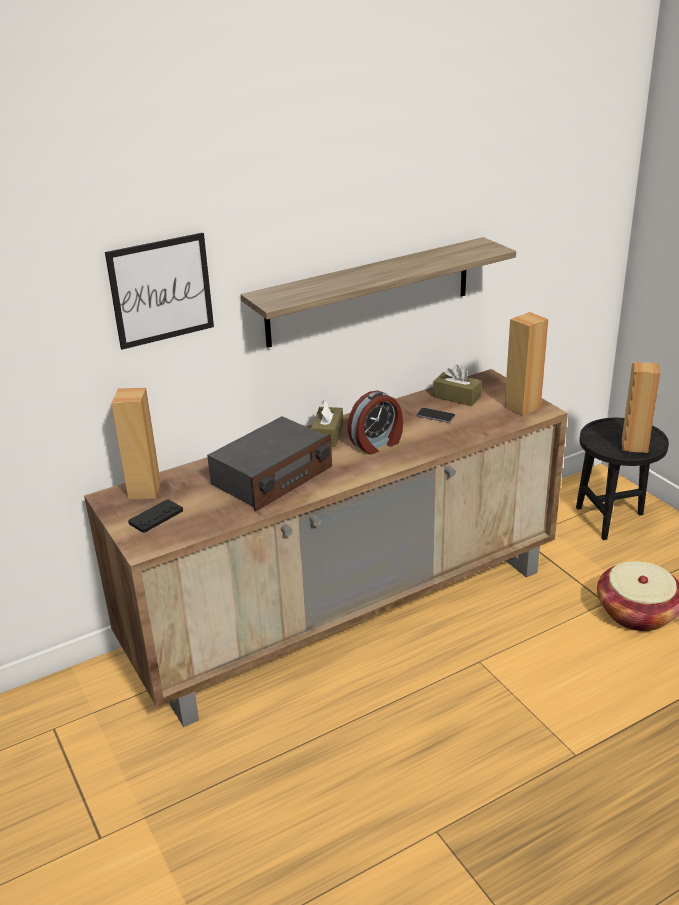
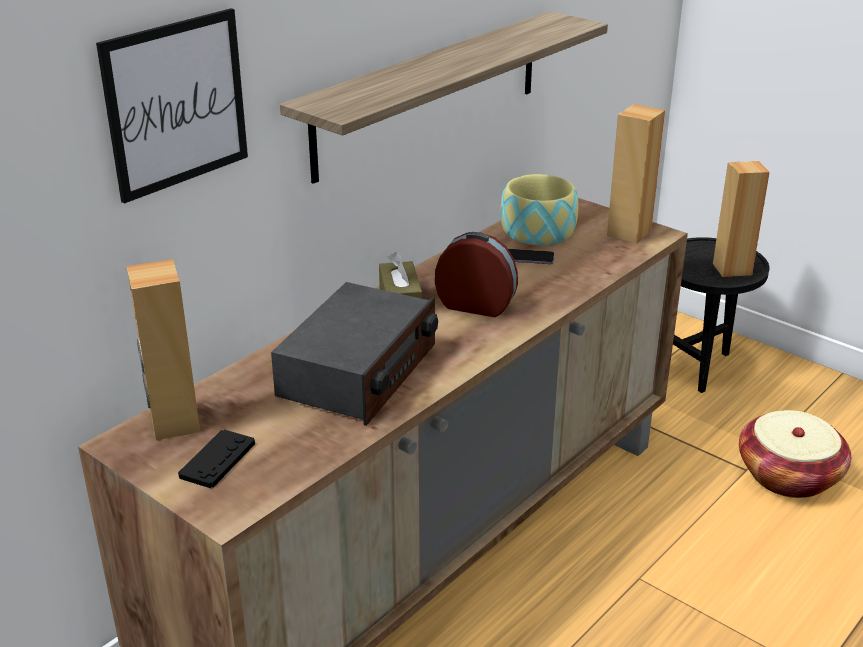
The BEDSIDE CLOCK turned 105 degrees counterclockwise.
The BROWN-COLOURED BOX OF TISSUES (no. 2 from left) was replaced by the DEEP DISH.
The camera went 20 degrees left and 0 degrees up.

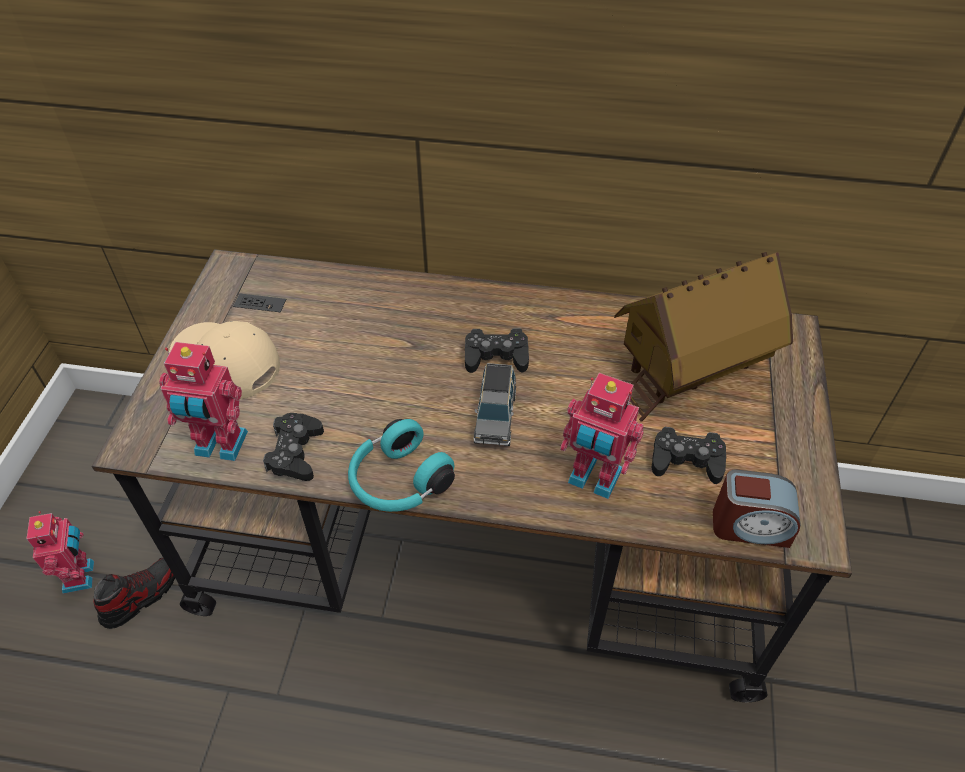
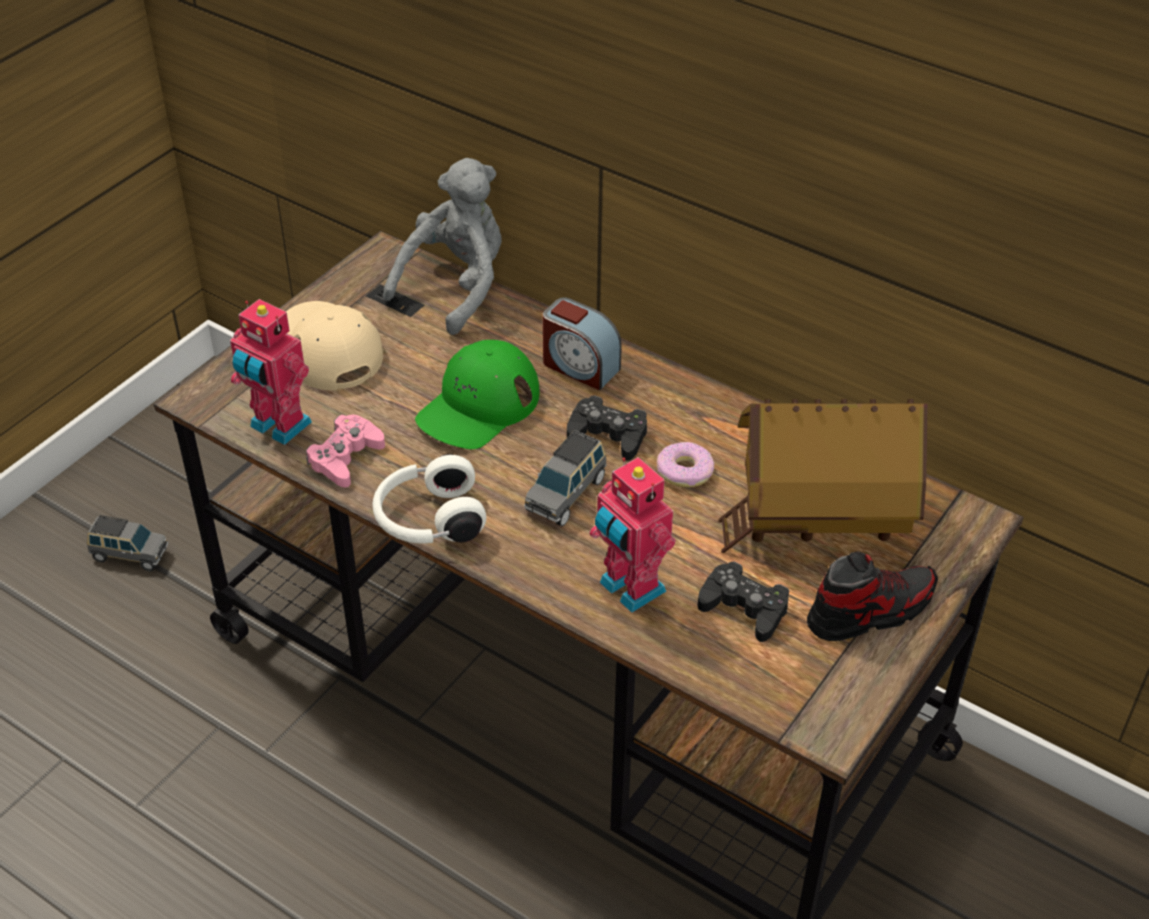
The ROBOT FIGURE (no. 1 from left) was replaced by the GREY MODEL CAR (no. 1 from left).
The BLACK-COLOURED GAME CONTROLLER (no. 1 from left) became the PINKISH GAME CONTROLLER.
The TURQUOISE HEADPHONES became the WHITE-COLOURED HEADPHONES.
The GREY CUDDLY TOY appeared.
The GREEN-COLOURED BASEBALL CAP appeared.
The BEDSIDE CLOCK moved.
The RING DOUGHNUT appeared.
The LOW SHOE moved.
The camera went 25 degrees right and 5 degrees down.

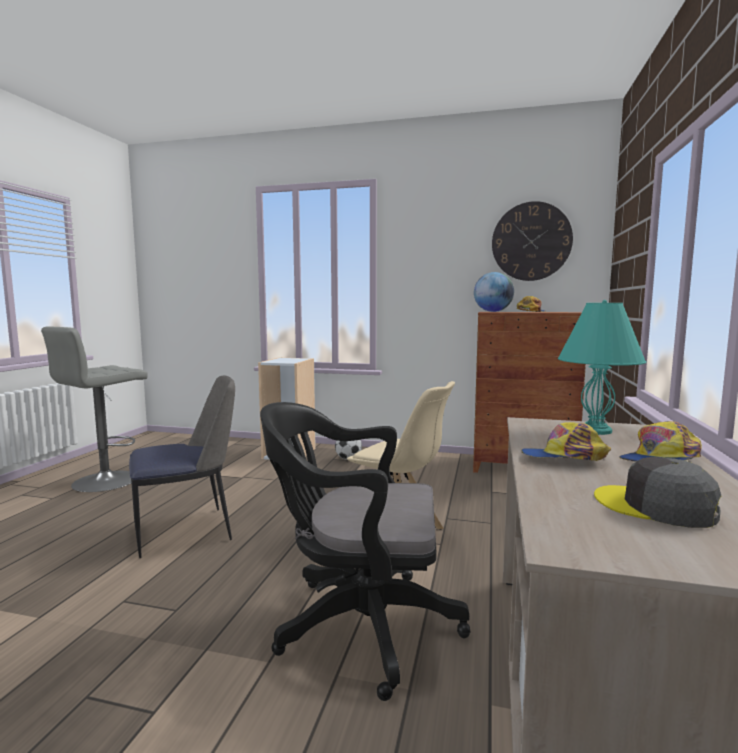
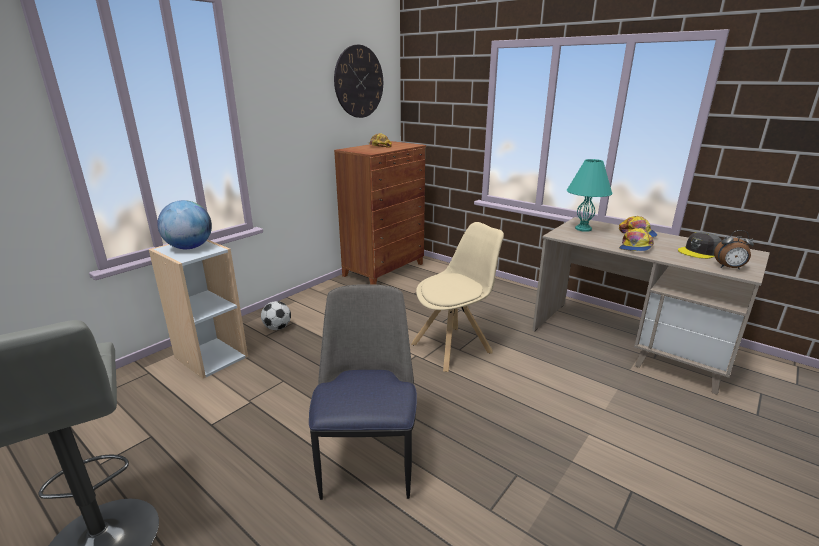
The GLOBE moved.
The BEDSIDE CLOCK appeared.
The BLACK-COLOURED OFFICE CHAIR disappeared.
The camera went 65 degrees left and 15 degrees up.

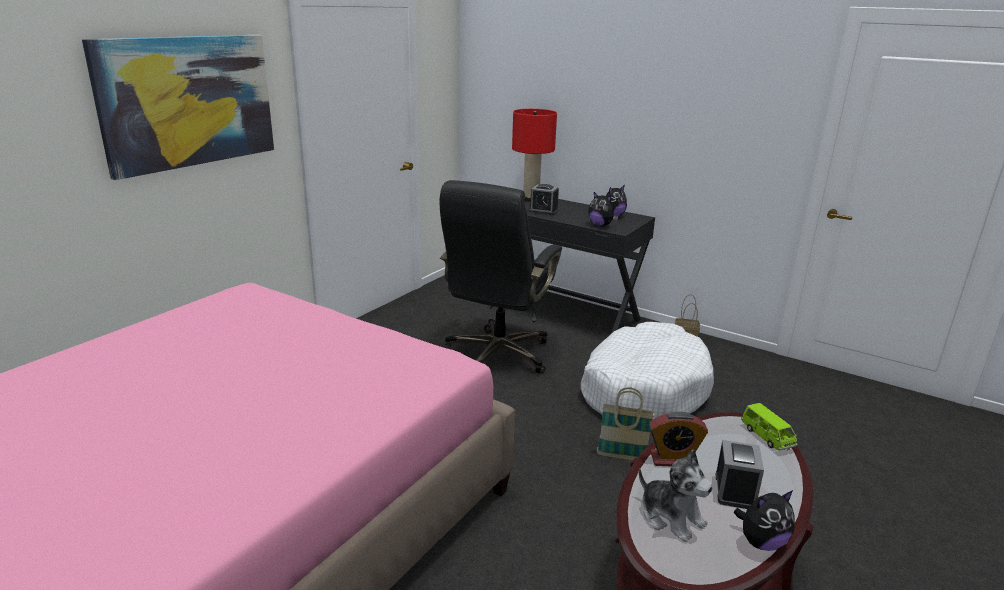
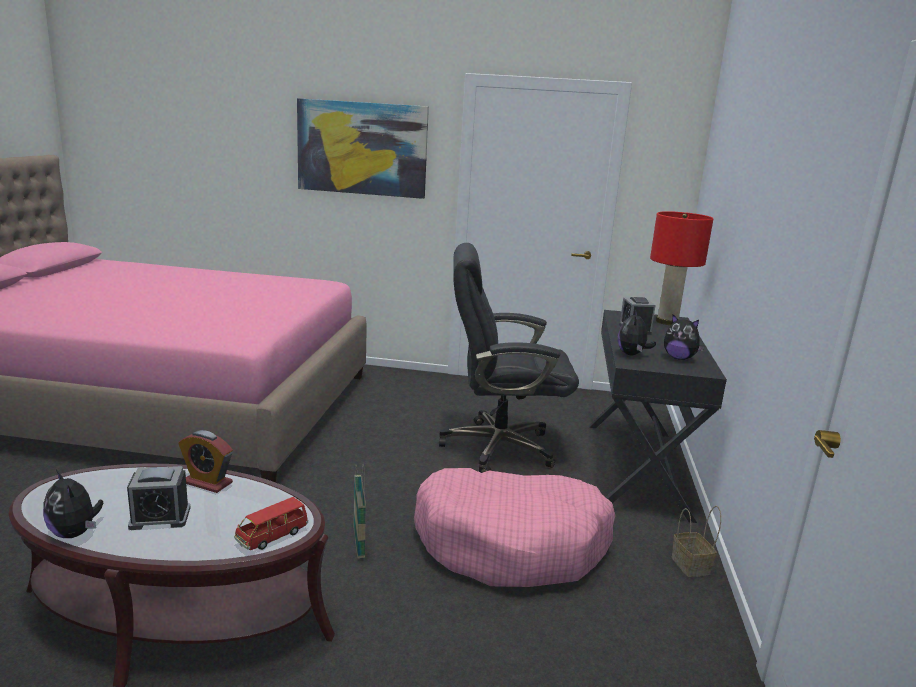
The BEDSIDE CLOCK (no. 2 from left) turned 45 degrees counterclockwise.
The GREEN-COLOURED MODEL CAR became the REDDISH MODEL CAR.
The WHITE-COLOURED PET BED became the PINKISH PET BED.
The CUDDLY TOY (no. 3 from left) disappeared.
The camera went 65 degrees right and 5 degrees down.

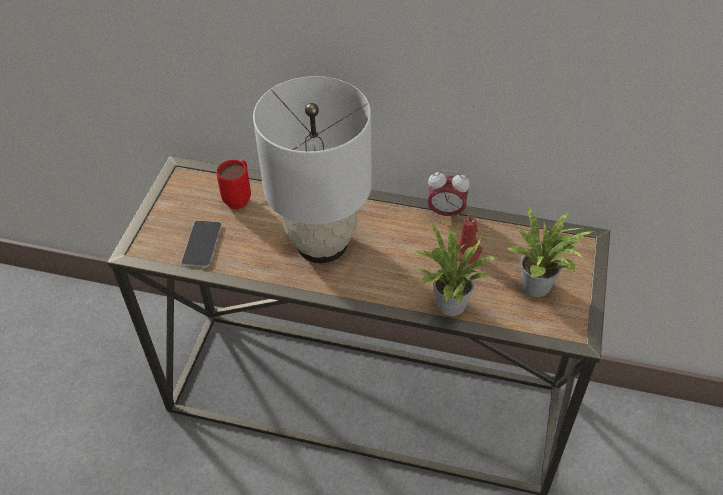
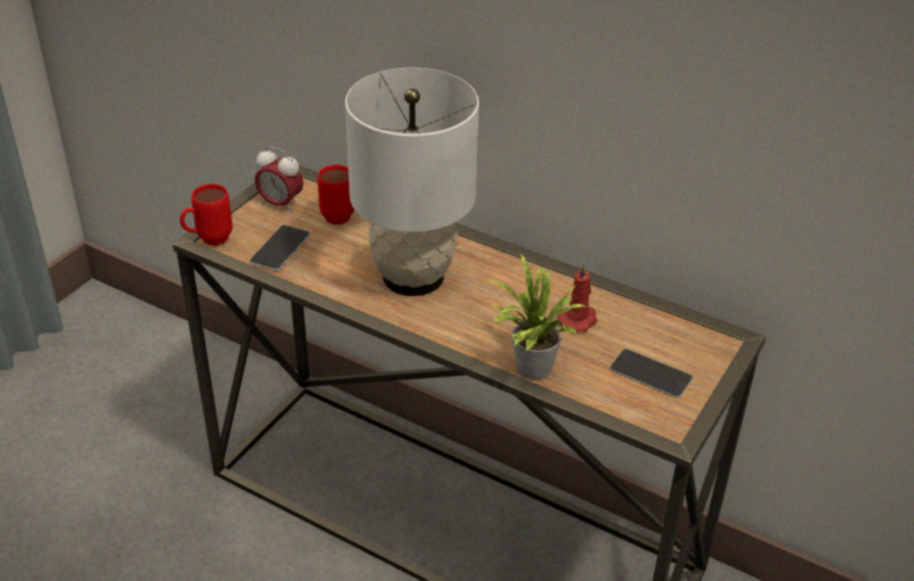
The REDDISH COFFEE MUG (no. 1 from left) appeared.
The BEDSIDE CLOCK moved.
The PLANT IN A POT (no. 2 from left) was replaced by the PHONE (no. 2 from left).
The camera went 15 degrees right and 10 degrees down.

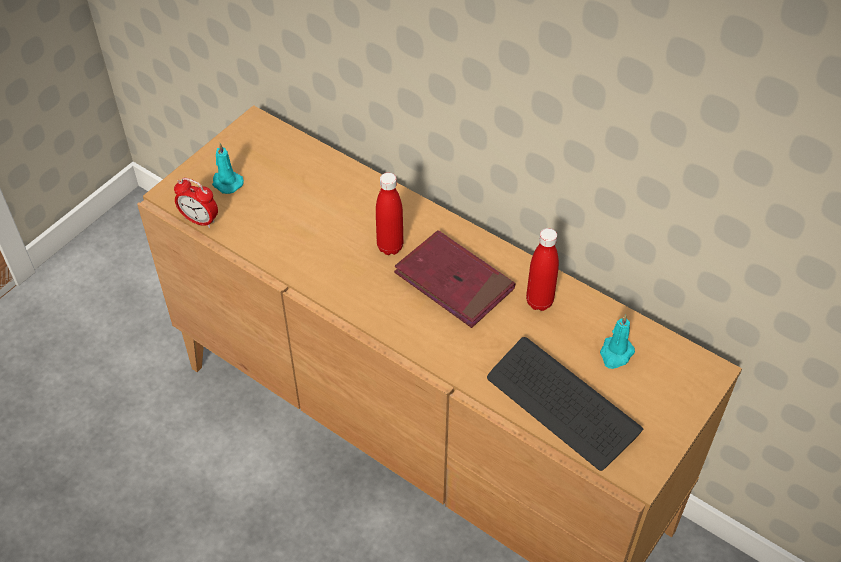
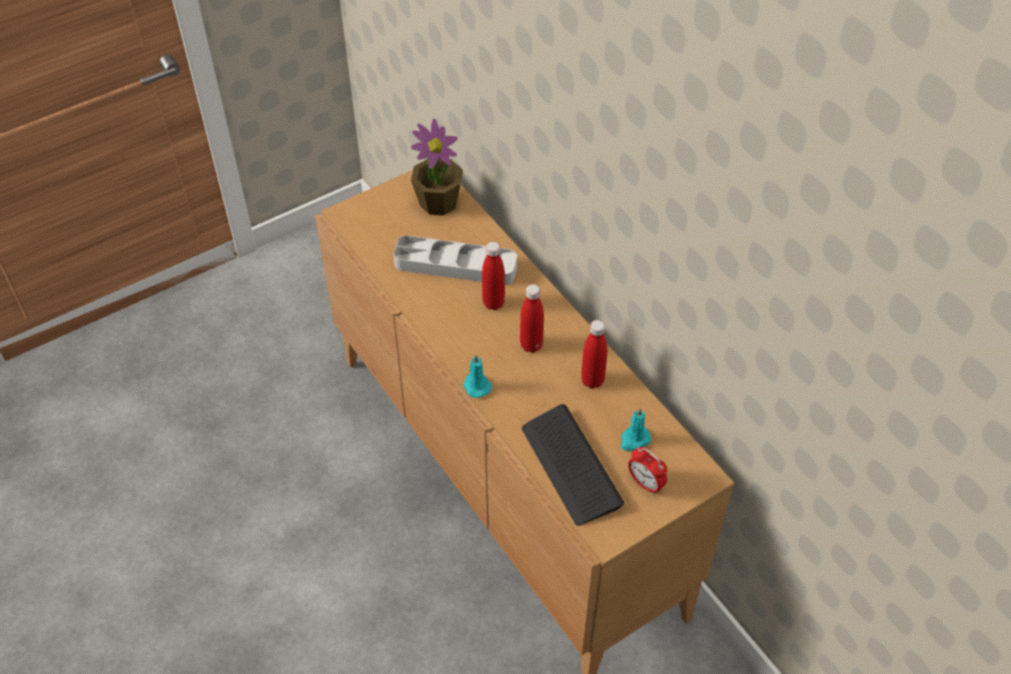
The GREY CARRYING TRAY appeared.
The PLANT IN A POT appeared.
The TURQUOISE CANDLE (no. 1 from left) moved.
The REDDISH VOLUME was replaced by the REDDISH DRINK BOTTLE (no. 2 from left).
The BEDSIDE CLOCK moved.
The camera went 20 degrees right and 0 degrees up.

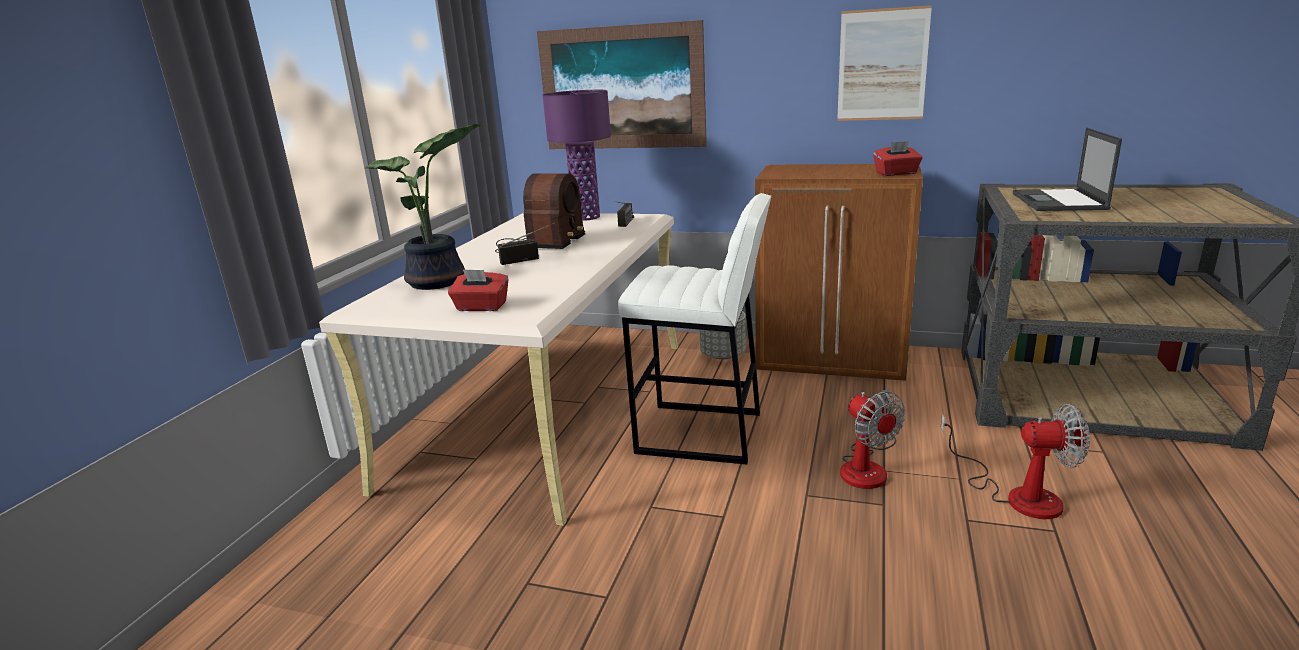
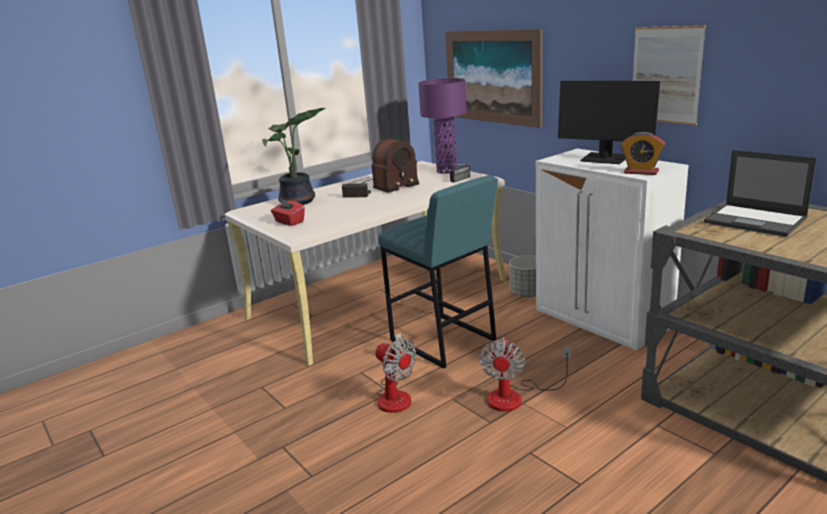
The FAN (no. 2 from left in the first image) moved.
The WHITE-COLOURED STOOL became the TURQUOISE STOOL.
The BROWN-COLOURED CUPBOARD became the WHITE-COLOURED CUPBOARD.
The COMPUTER SCREEN appeared.
The REDDISH BOX OF TISSUES (no. 2 from left) was replaced by the BEDSIDE CLOCK.
The LAPTOP turned 90 degrees counterclockwise.
The camera went 35 degrees right and 0 degrees up.

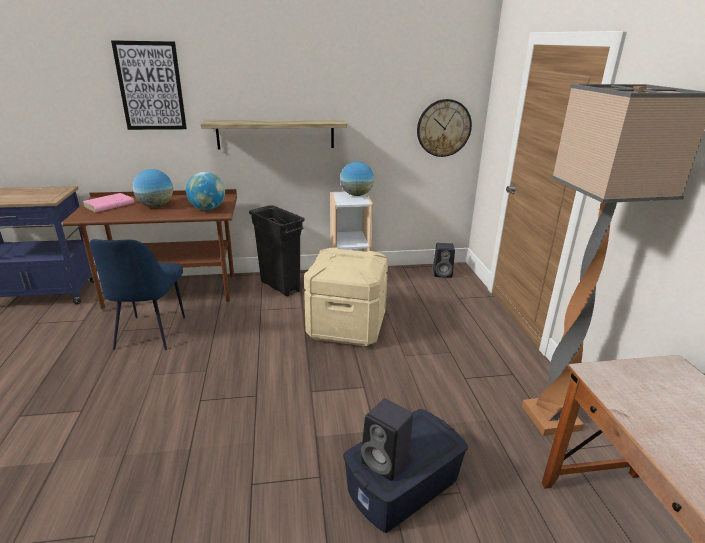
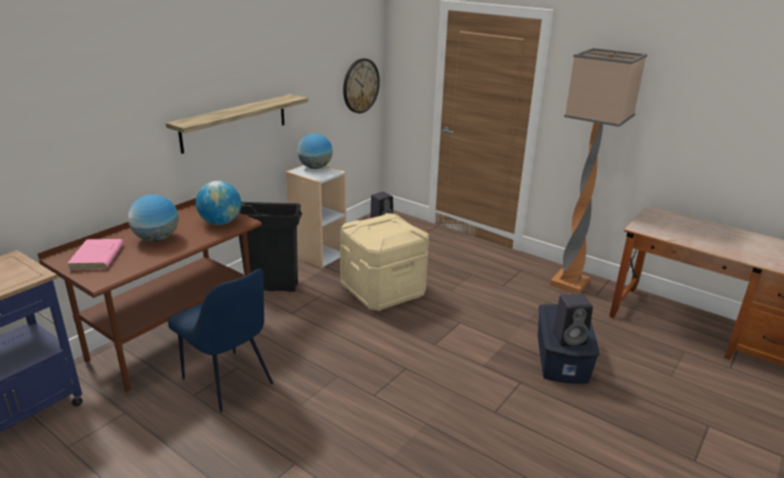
The WALL ART disappeared.
The camera went 45 degrees left and 0 degrees up.

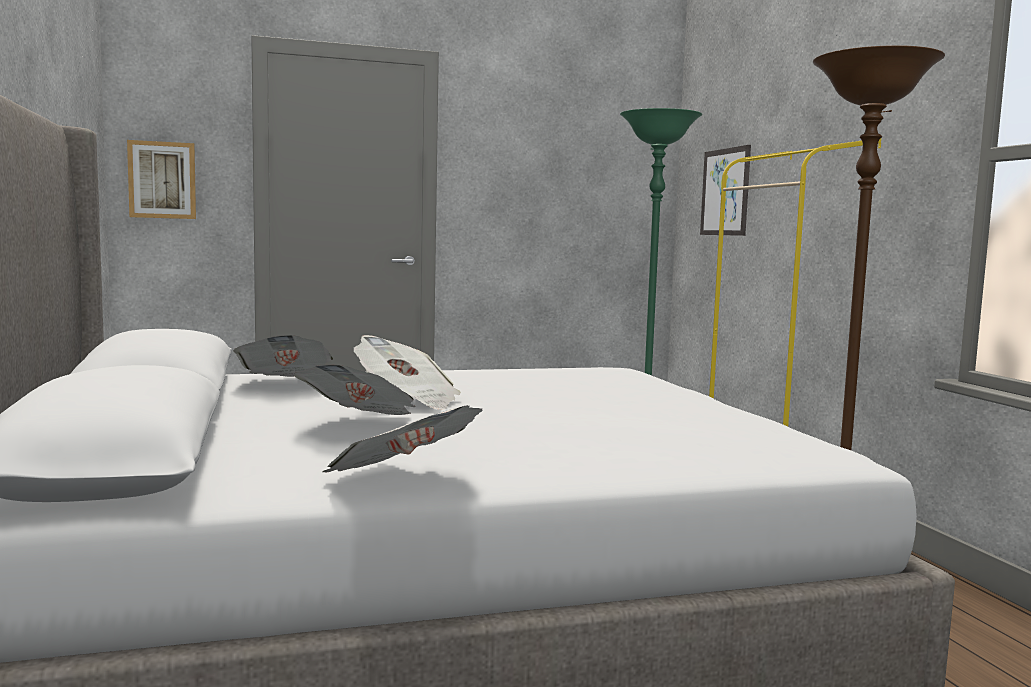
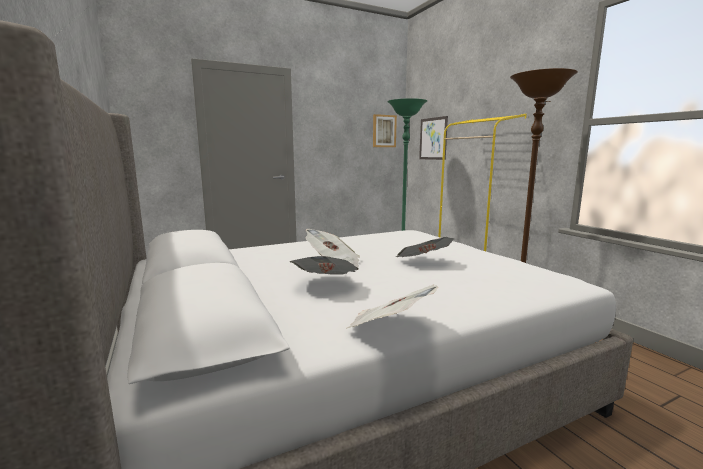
The WALL ART (no. 1 from left) moved.
The DAILY PAPER (no. 1 from left in the first image) moved.
The camera went 10 degrees left and 5 degrees up.

